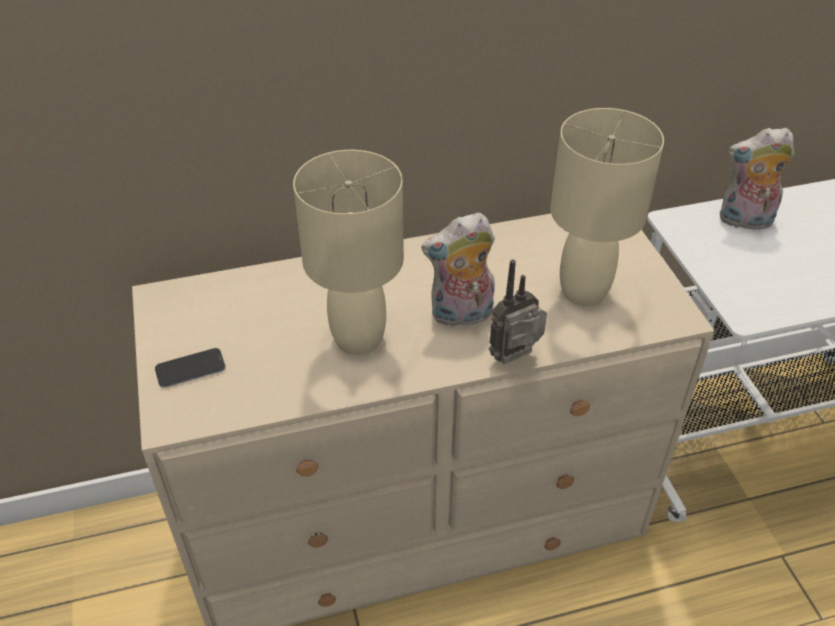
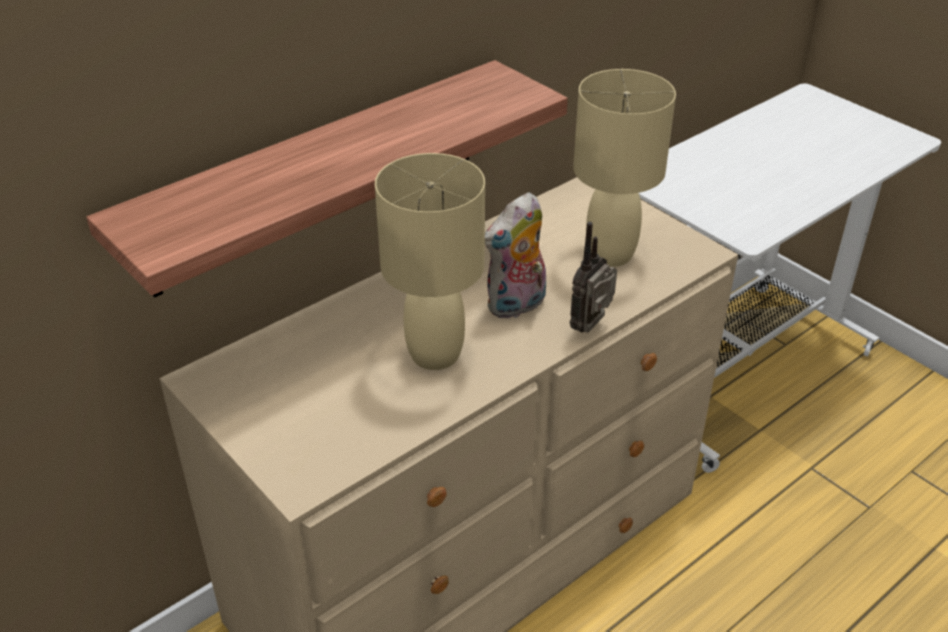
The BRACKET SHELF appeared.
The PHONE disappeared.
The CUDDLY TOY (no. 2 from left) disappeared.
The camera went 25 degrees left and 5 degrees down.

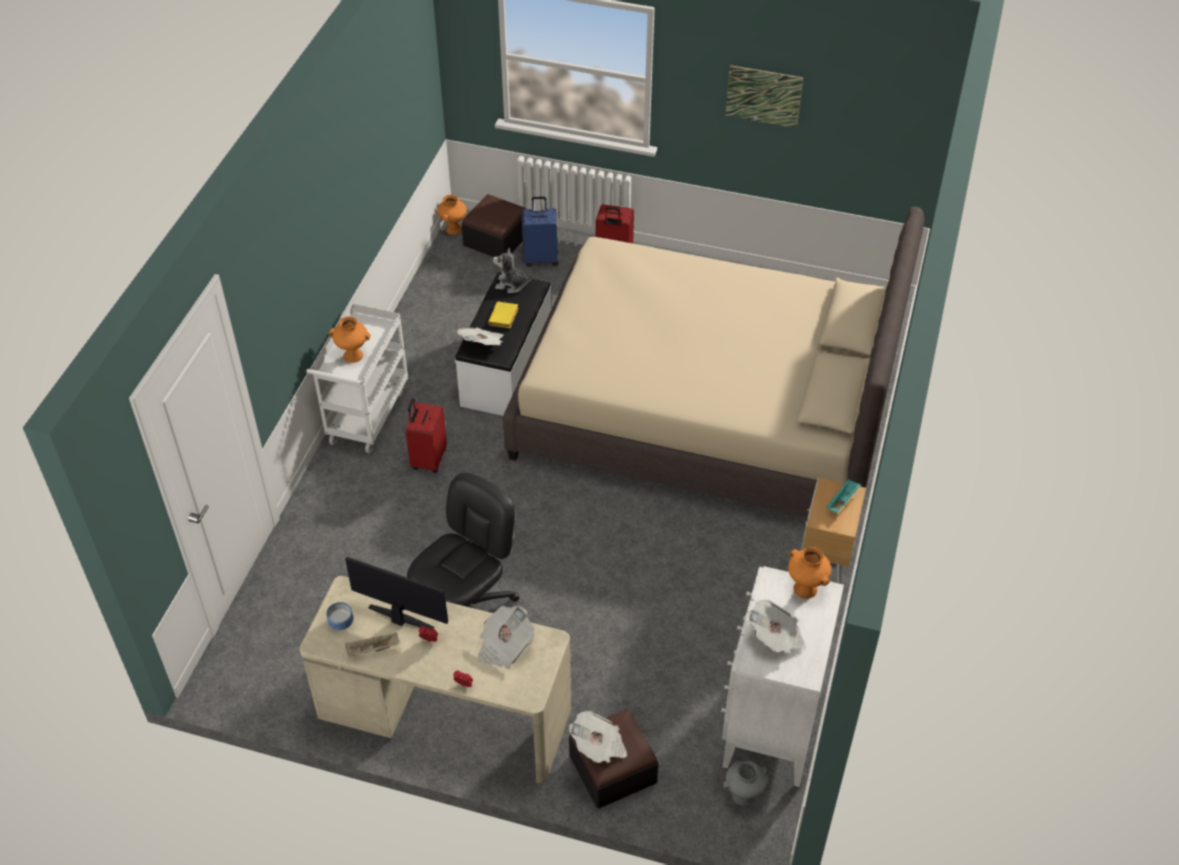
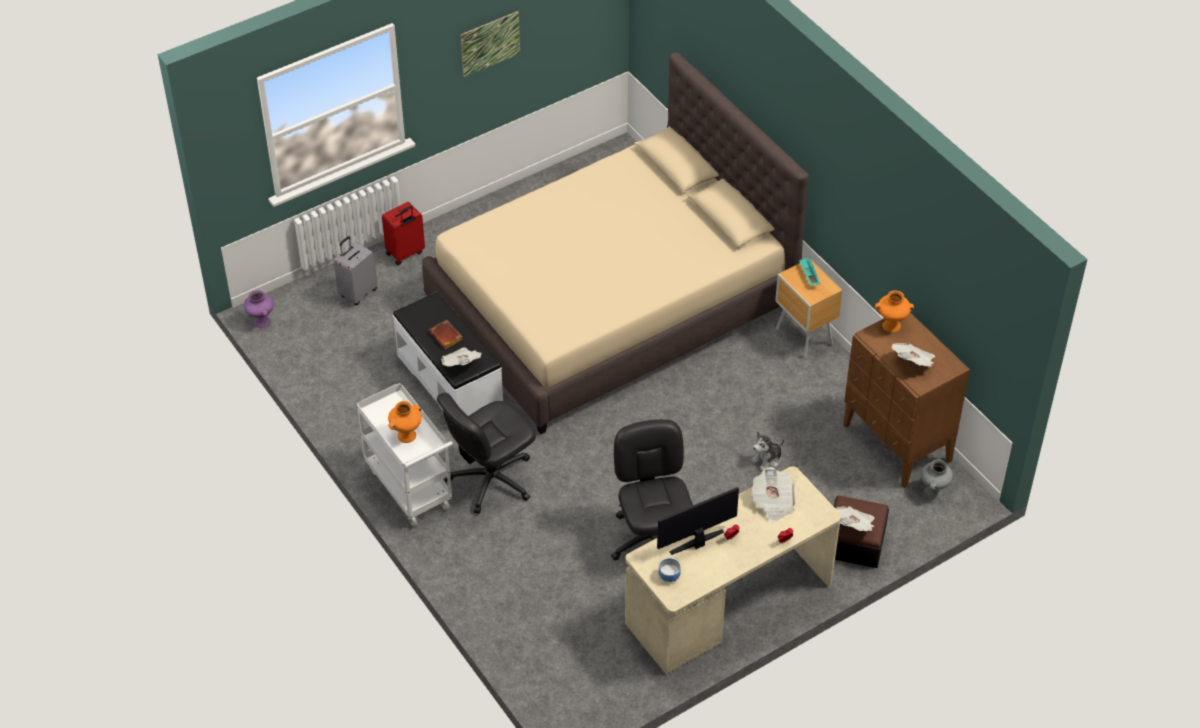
The ORANGEY DECORATIVE VASE (no. 2 from left) became the PURPLE-COLOURED DECORATIVE VASE.
The BLUE PIECE OF LUGGAGE became the GREY PIECE OF LUGGAGE.
The YELLOW-COLOURED VOLUME became the BROWN-COLOURED VOLUME.
The REDDISH PIECE OF LUGGAGE (no. 1 from left) was replaced by the BLACK-COLOURED OFFICE CHAIR (no. 1 from left).
The CUDDLY TOY moved.
The WHITE-COLOURED DRESSER became the BROWN-COLOURED DRESSER.
The SAND-COLOURED CARRYING TRAY disappeared.
The POUFFE (no. 1 from left) disappeared.
The camera went 50 degrees left and 0 degrees up.

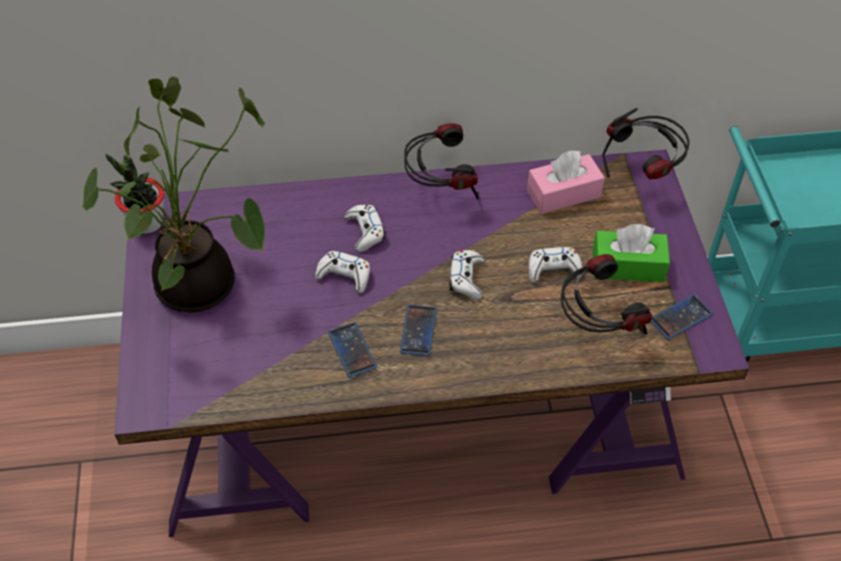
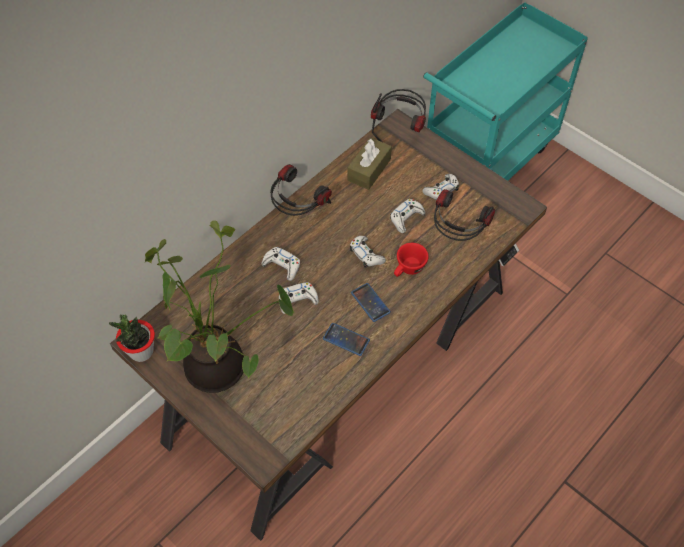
The PURPLE-COLOURED DESK TABLE became the BROWN-COLOURED DESK TABLE.
The PINKISH BOX OF TISSUES became the BROWN-COLOURED BOX OF TISSUES.
The REDDISH SMALL CUP appeared.
The GREEN-COLOURED BOX OF TISSUES was replaced by the WHITE-COLOURED GAME CONTROLLER (no. 5 from left).
The PHONE (no. 3 from left) disappeared.
The camera went 40 degrees left and 5 degrees up.

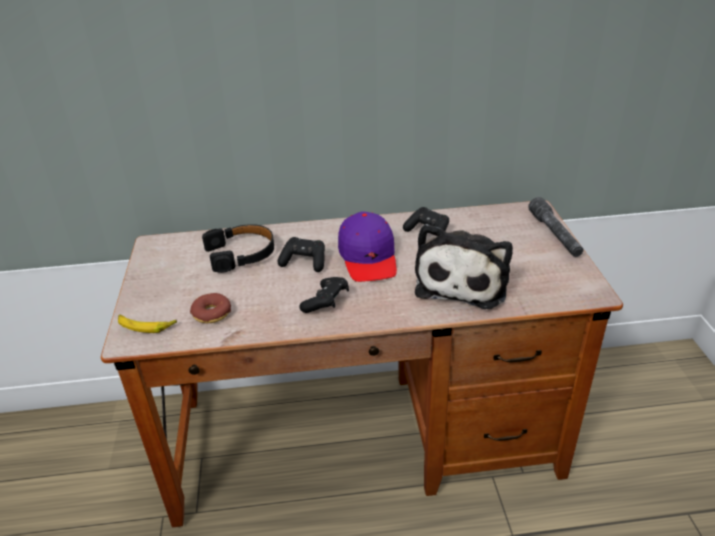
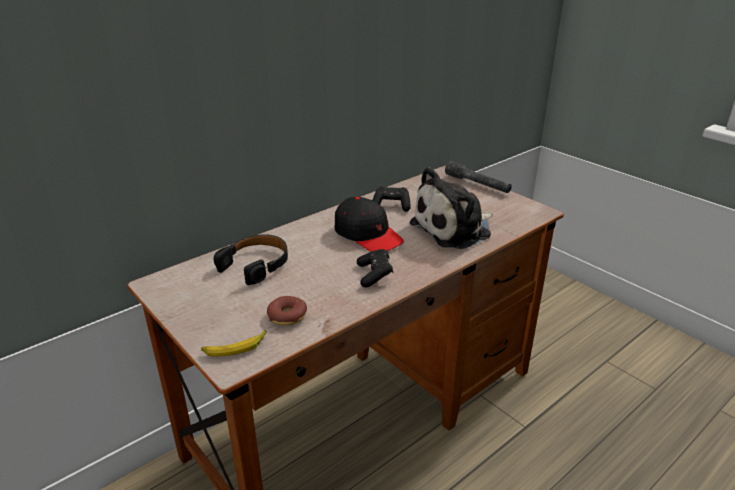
The PURPLE-COLOURED BASEBALL CAP became the BLACK-COLOURED BASEBALL CAP.
The CUDDLY TOY turned 75 degrees clockwise.
The BLACK-COLOURED GAME CONTROLLER (no. 1 from left) disappeared.
The camera went 35 degrees left and 5 degrees down.

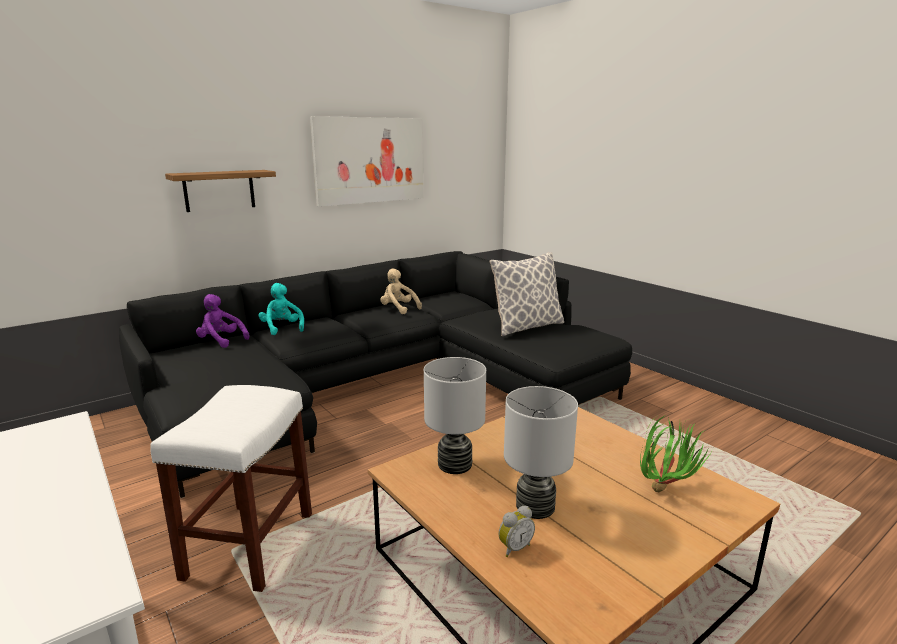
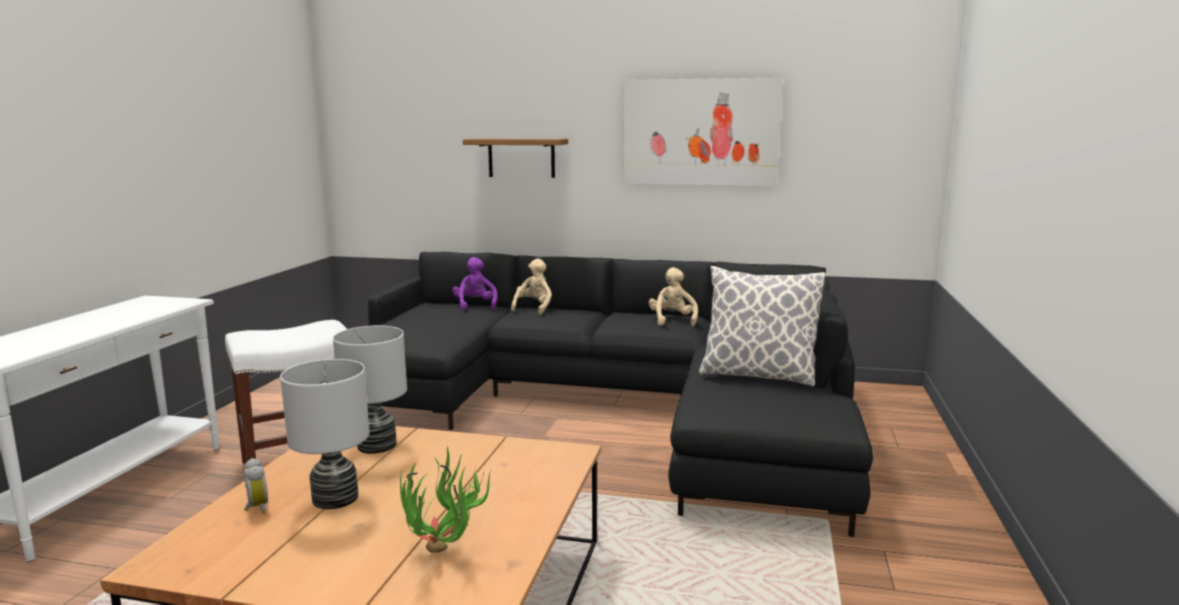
The BEDSIDE CLOCK turned 135 degrees counterclockwise.
The TURQUOISE CUDDLY TOY became the SAND-COLOURED CUDDLY TOY (no. 1 from left).
The camera went 50 degrees right and 5 degrees down.

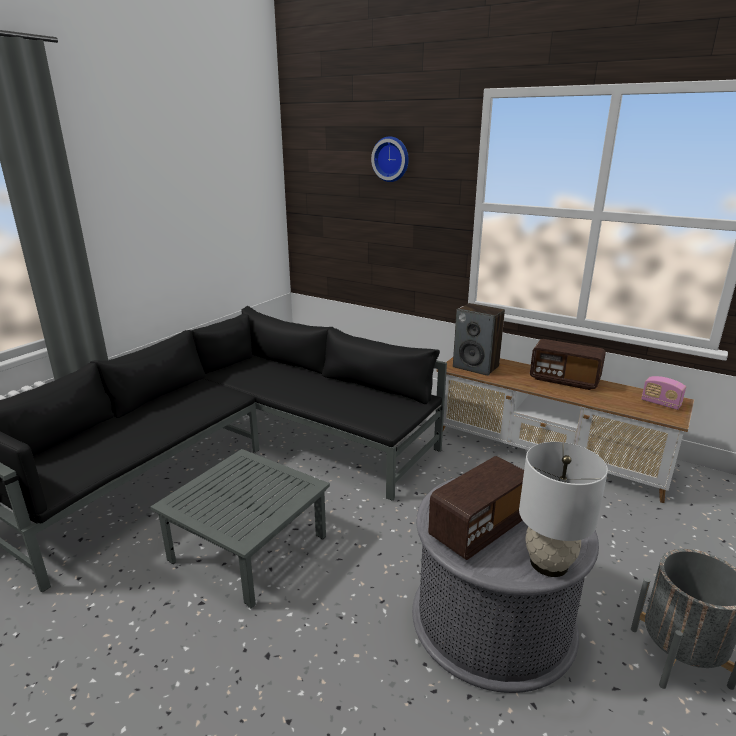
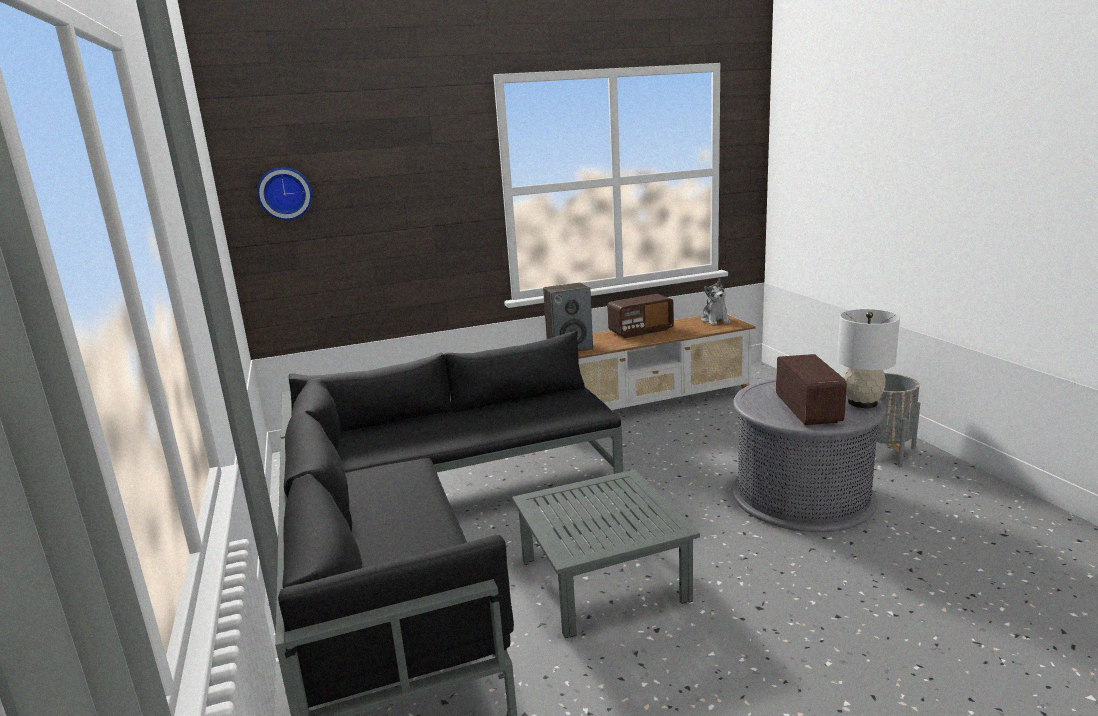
The HANGING CLOCK moved.
The RADIO RECEIVER (no. 3 from left) was replaced by the CUDDLY TOY.
The camera went 50 degrees left and 5 degrees down.

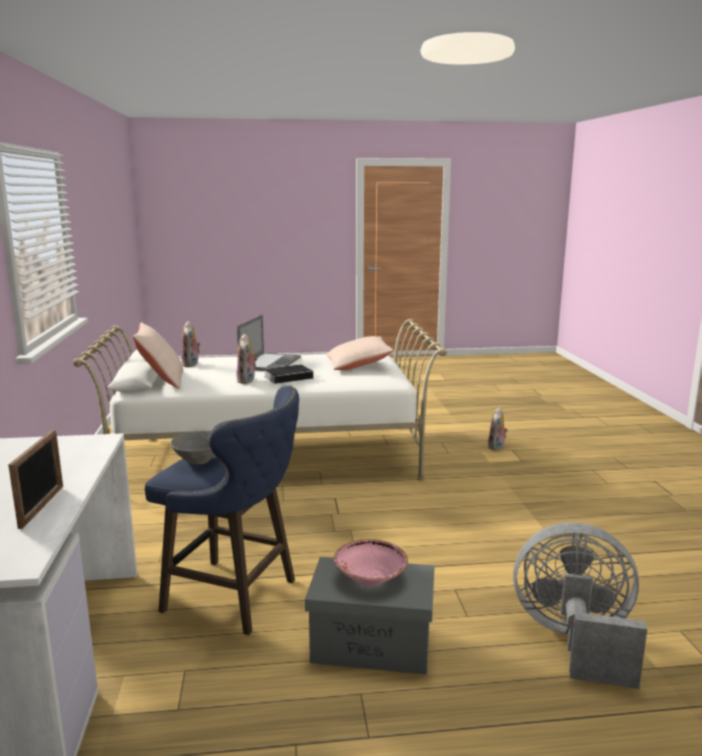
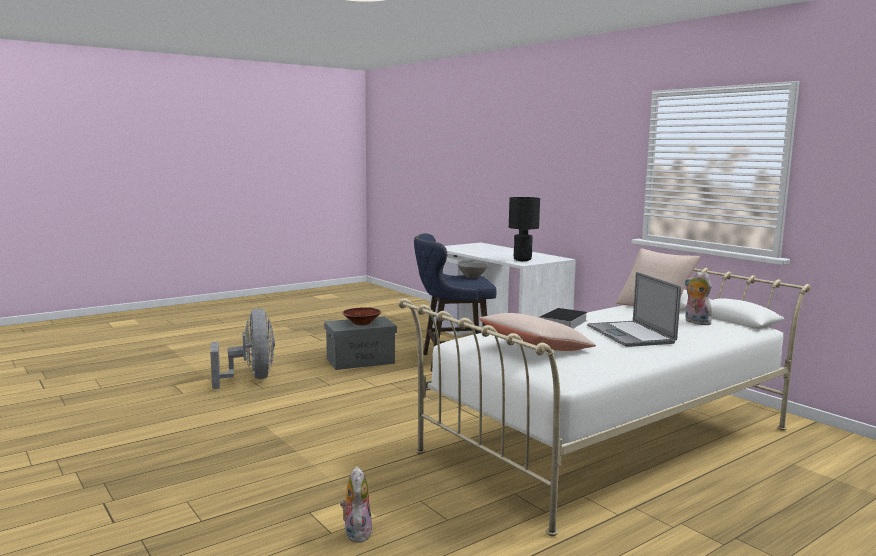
The GREY FAN turned 90 degrees counterclockwise.
The PINKISH DEEP DISH became the BROWN-COLOURED DEEP DISH.
The BLACK-COLOURED TABLE LAMP appeared.
The PICTURE FRAME disappeared.
The CUDDLY TOY (no. 2 from left) disappeared.
The camera went 150 degrees right and 5 degrees down.

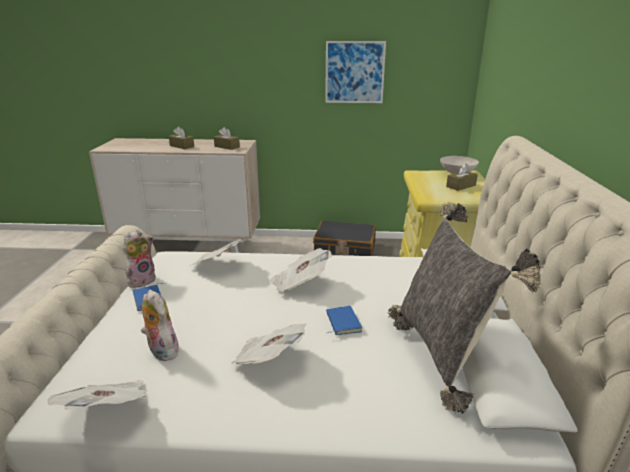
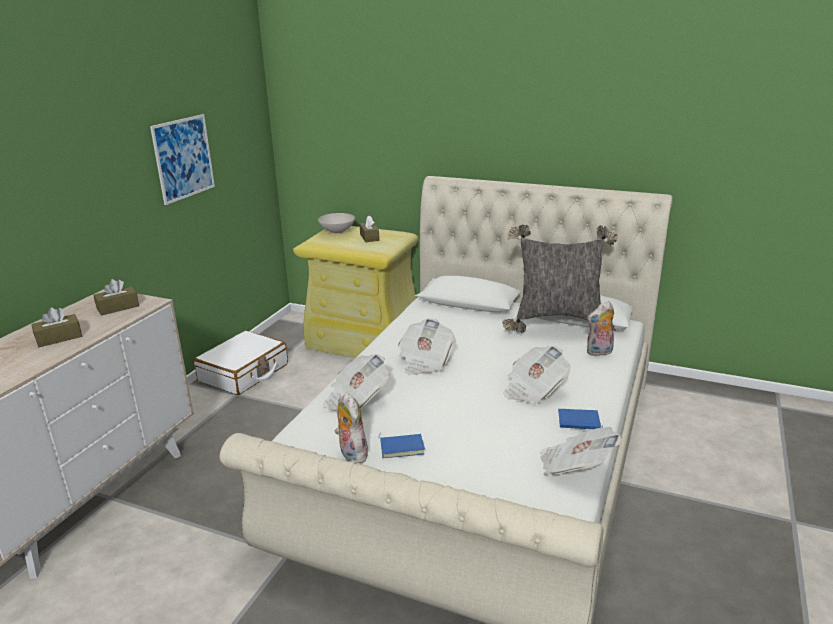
The BLACK-COLOURED PIECE OF LUGGAGE became the WHITE-COLOURED PIECE OF LUGGAGE.
The BLUE VOLUME (no. 2 from left) moved.
The CUDDLY TOY (no. 2 from left) moved.
The camera went 70 degrees left and 0 degrees up.

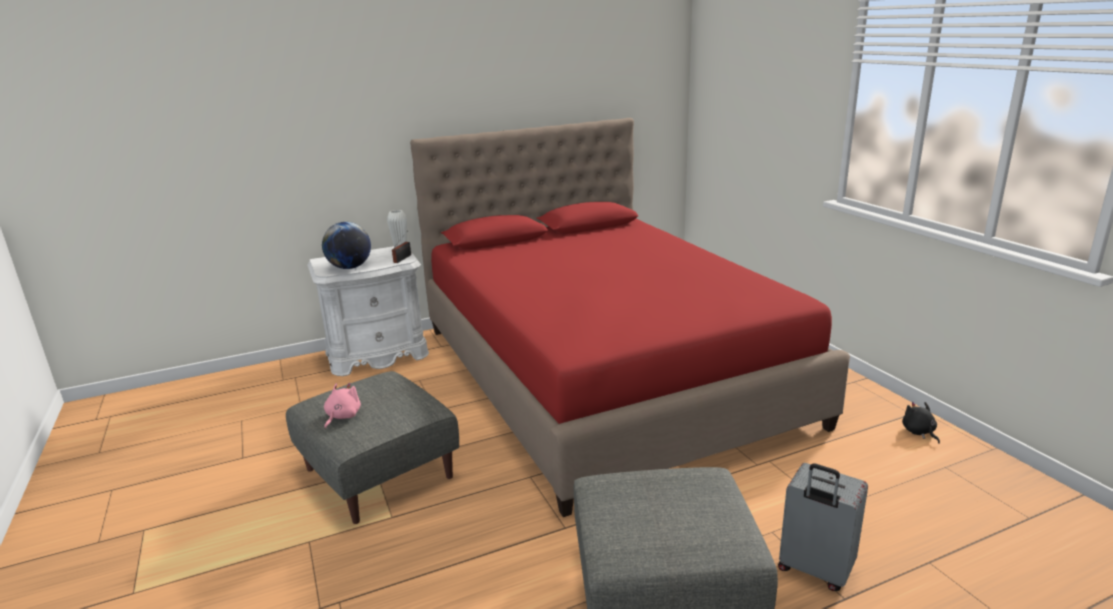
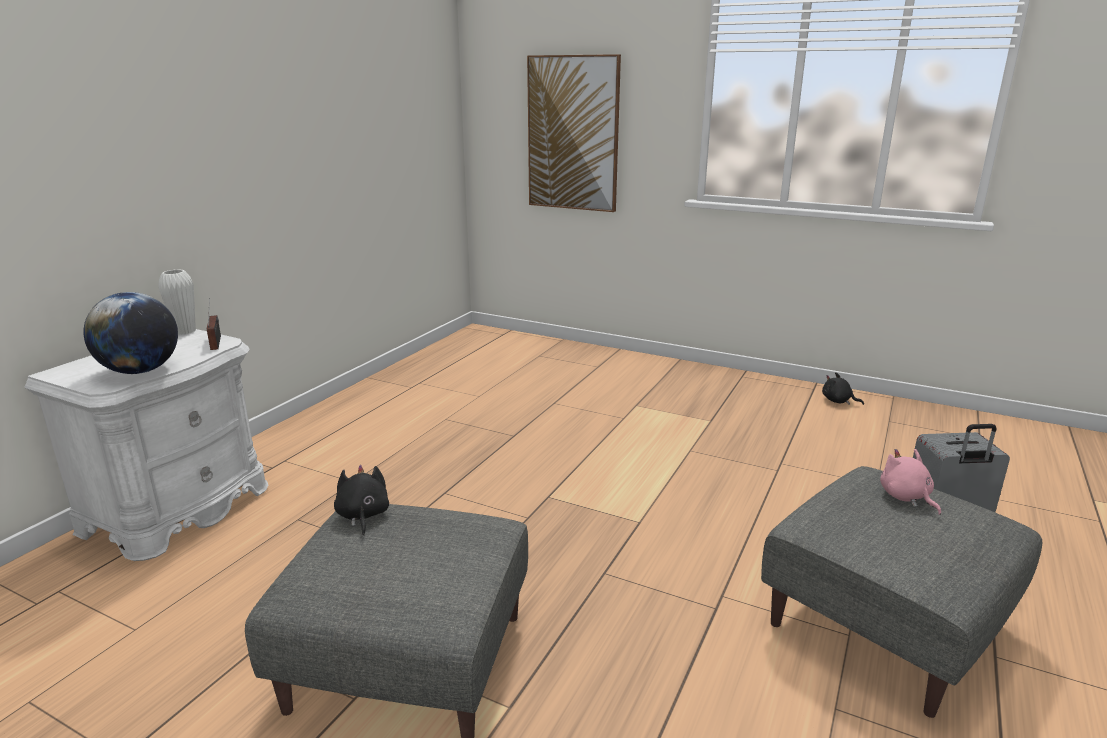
The BLACK-COLOURED CUDDLY TOY (no. 1 from left) appeared.
The WALL ART appeared.
The PINKISH CUDDLY TOY moved.
The REDDISH SLEEPING BED disappeared.
The camera went 40 degrees left and 0 degrees up.

